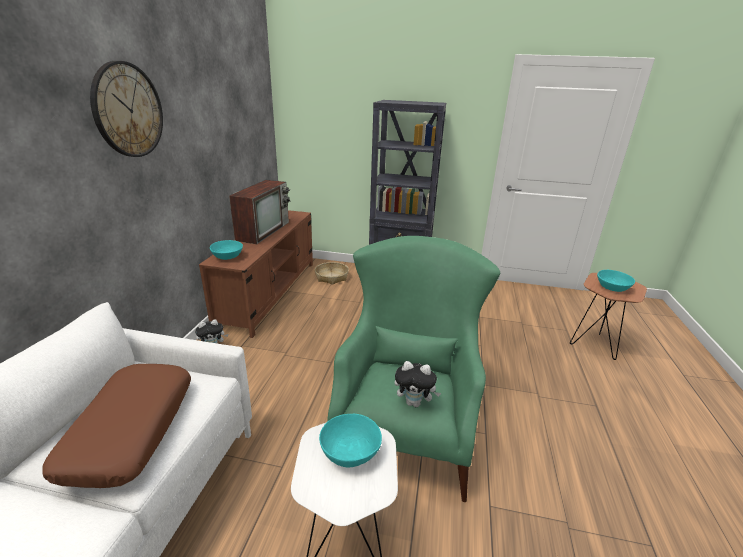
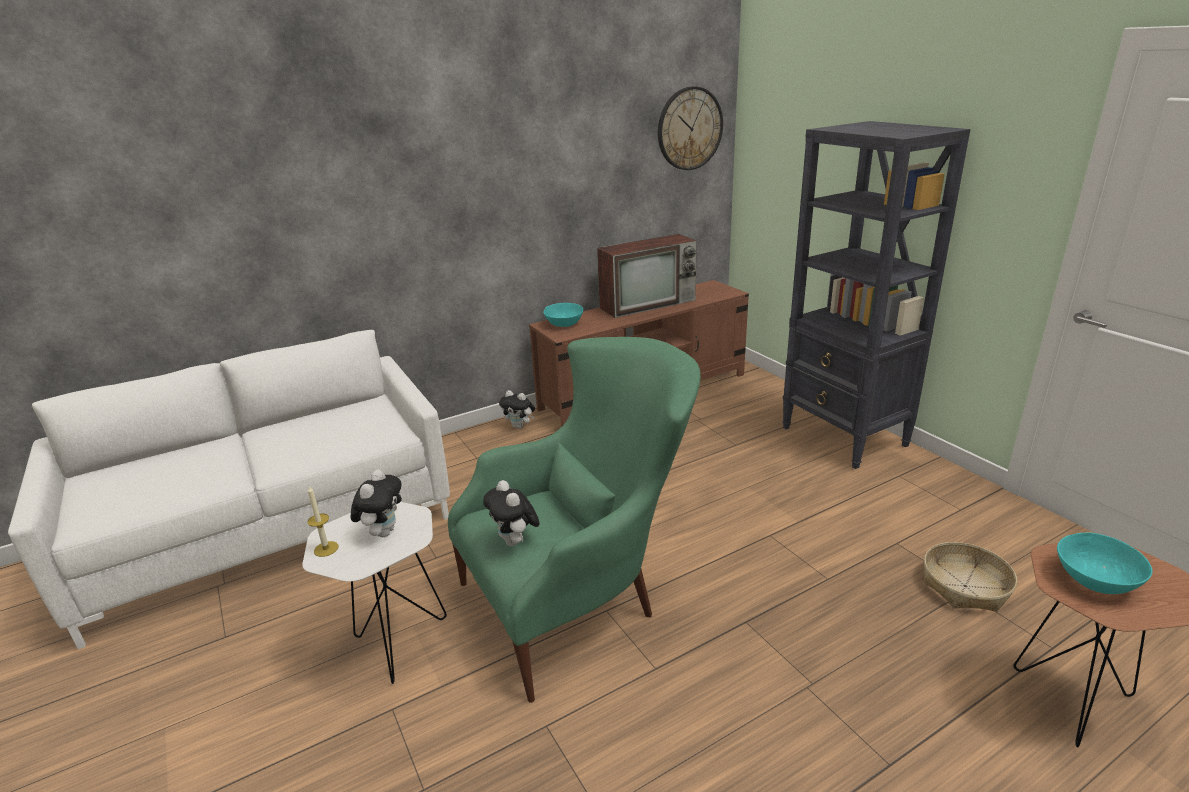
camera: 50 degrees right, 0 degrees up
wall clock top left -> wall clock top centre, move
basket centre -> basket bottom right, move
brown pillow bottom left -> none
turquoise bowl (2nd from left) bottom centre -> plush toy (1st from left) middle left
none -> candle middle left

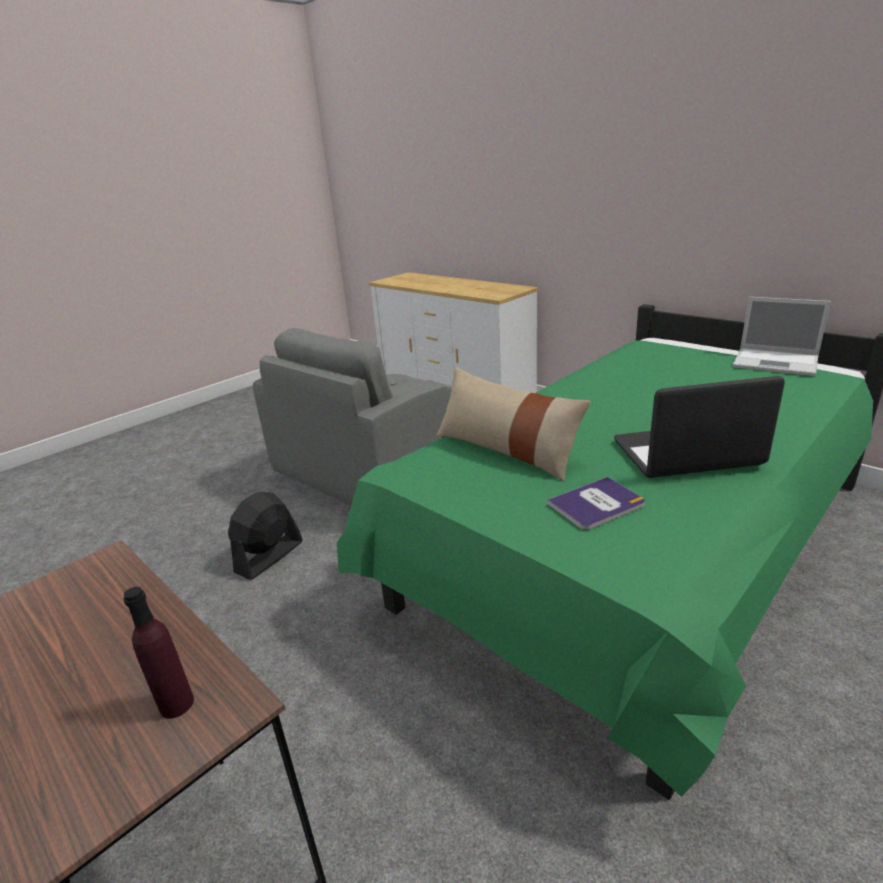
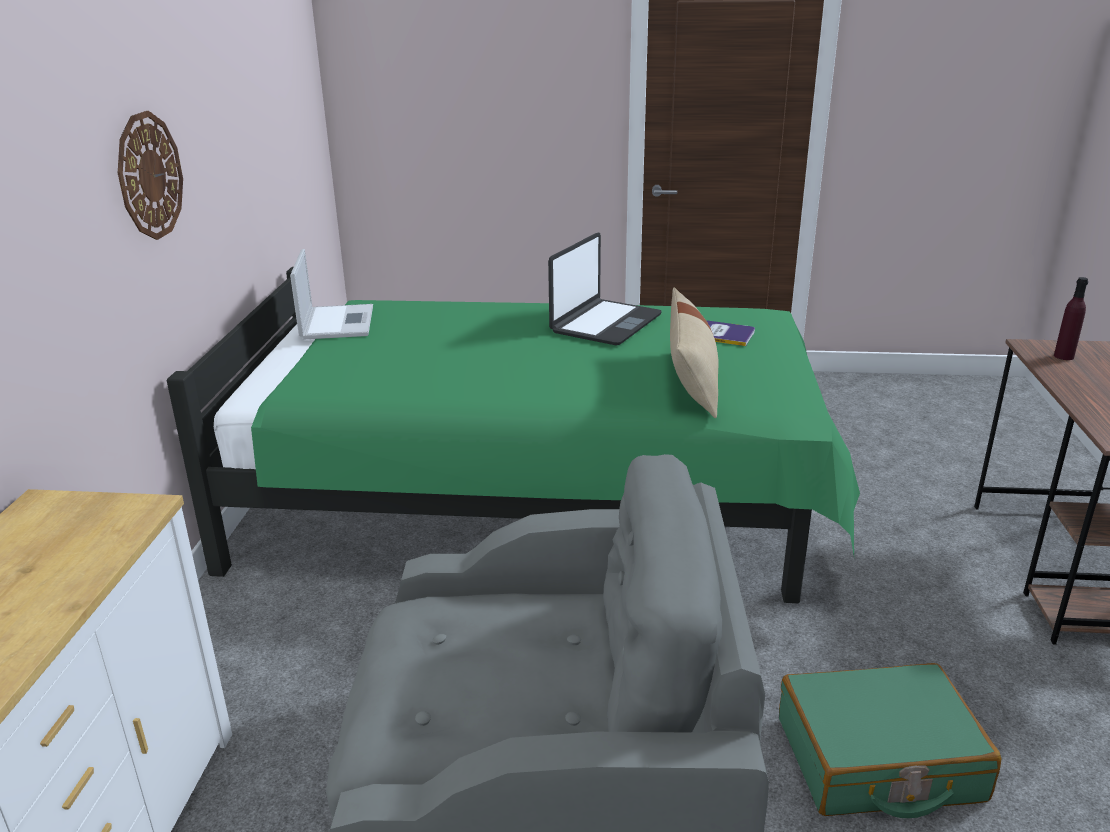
camera: 130 degrees left, 0 degrees up
laptop (1st from left in the first image) middle right -> laptop (2nd from left) centre, 105 degrees counterclockwise
black fan middle left -> green suitcase bottom right
none -> wall clock top left

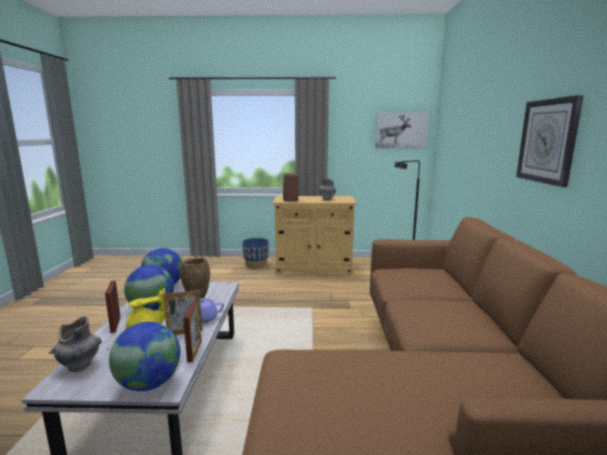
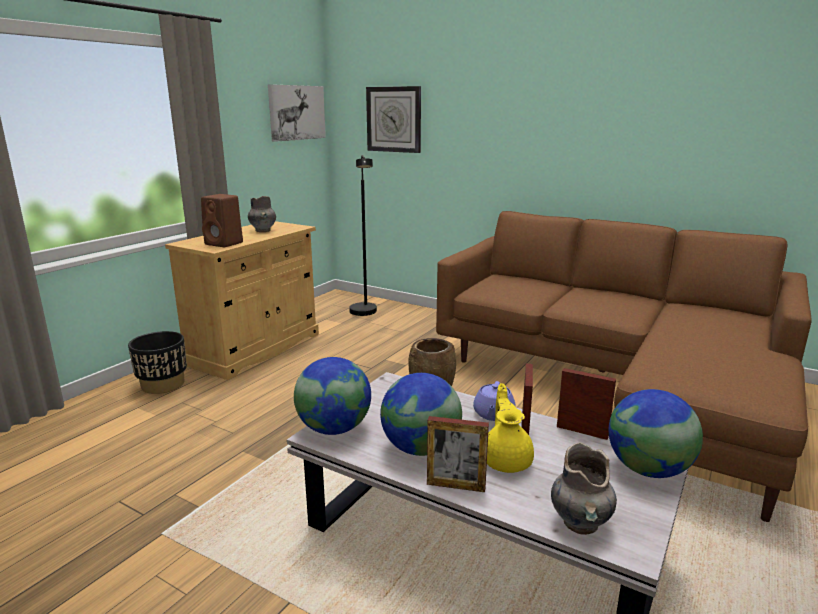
camera: 60 degrees left, 5 degrees up
wall clock top right -> wall clock top centre, move
blue planter centre -> black planter middle left

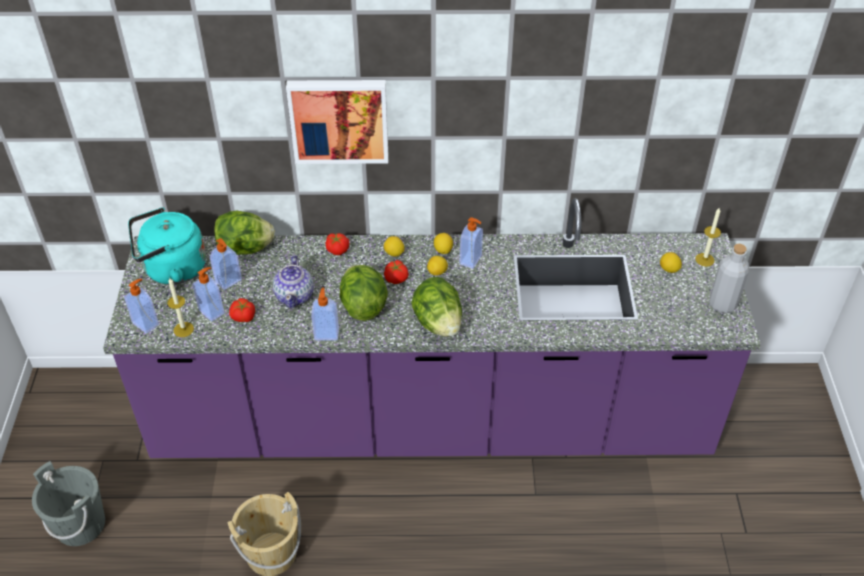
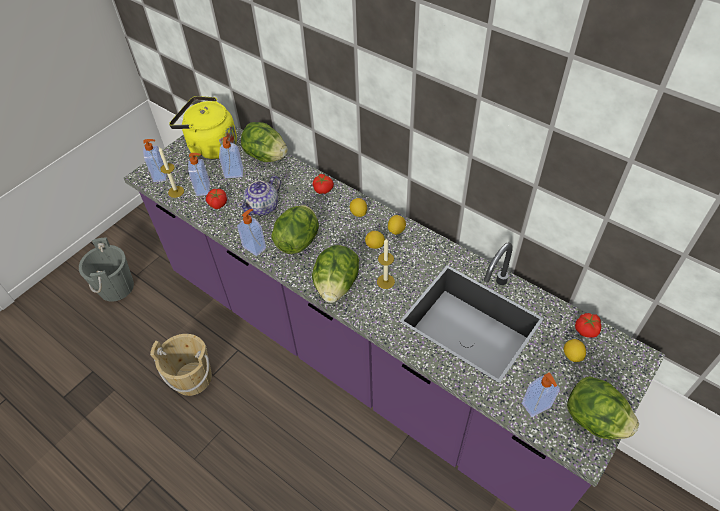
camera: 40 degrees right, 5 degrees up
picture top centre -> none
turquoise kettle middle left -> yellow kettle top left
candle (2nd from left) middle right -> candle (2nd from left) centre, move
soap dispenser (5th from left) centre -> soap dispenser (5th from left) bottom right, move
grey bottle middle right -> lettuce (4th from left) bottom right
tomato (3rd from left) centre -> tomato (3rd from left) middle right, move

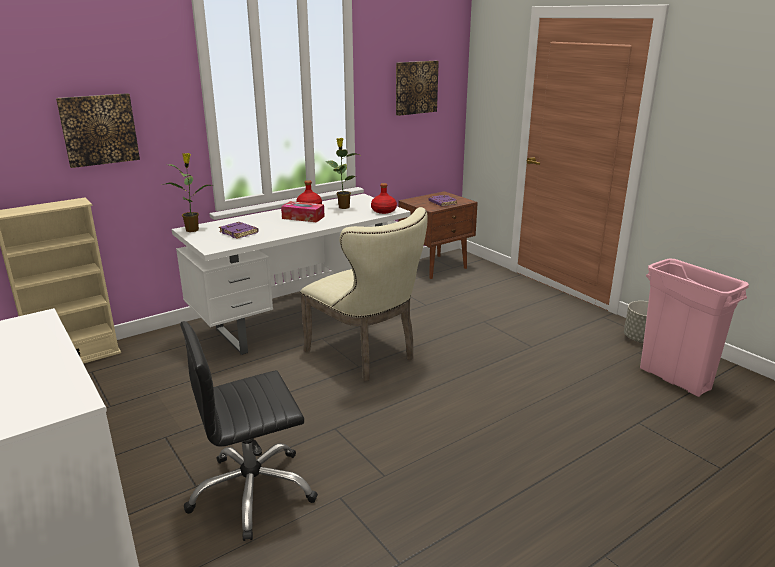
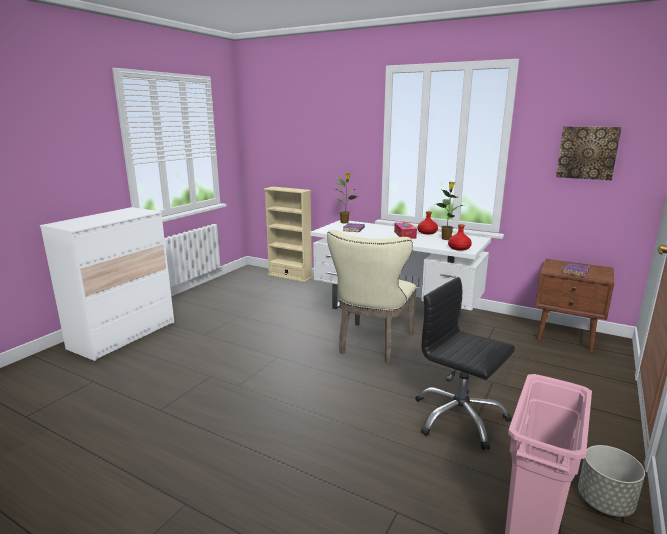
camera: 65 degrees right, 5 degrees down
picture (1st from left) top left -> none
black office chair bottom left -> black office chair bottom right, move

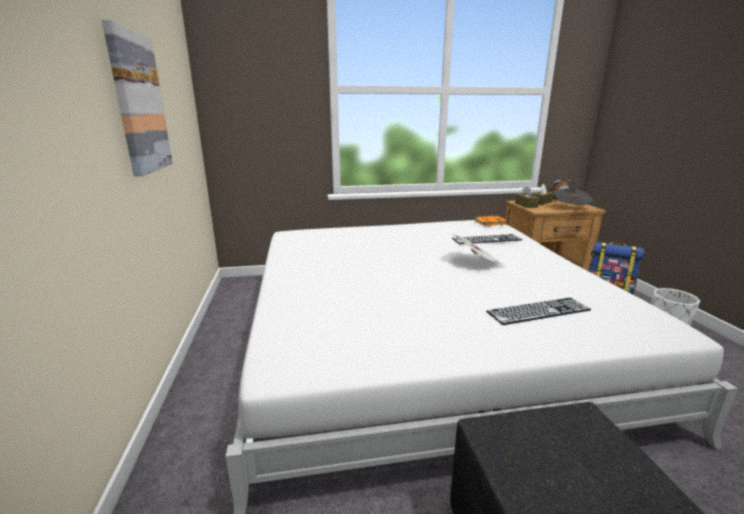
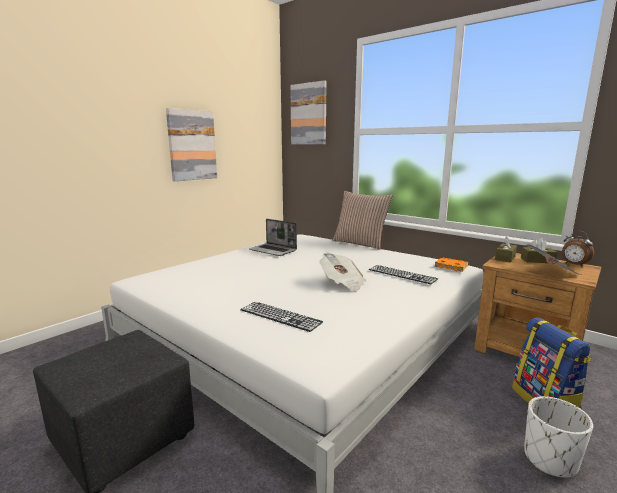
camera: 50 degrees right, 5 degrees down
none -> picture (2nd from left) top centre
none -> pillow centre
none -> laptop centre

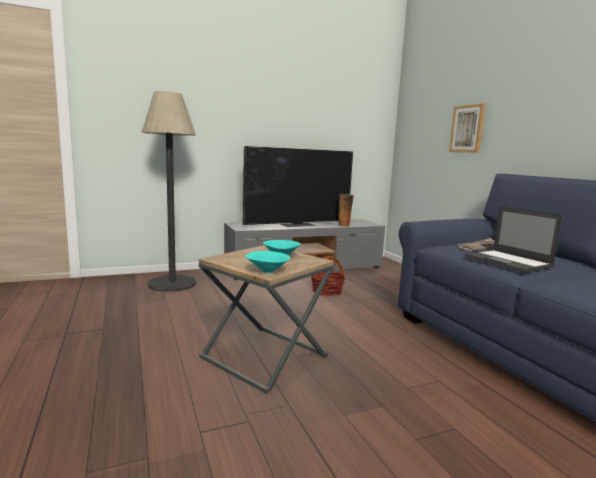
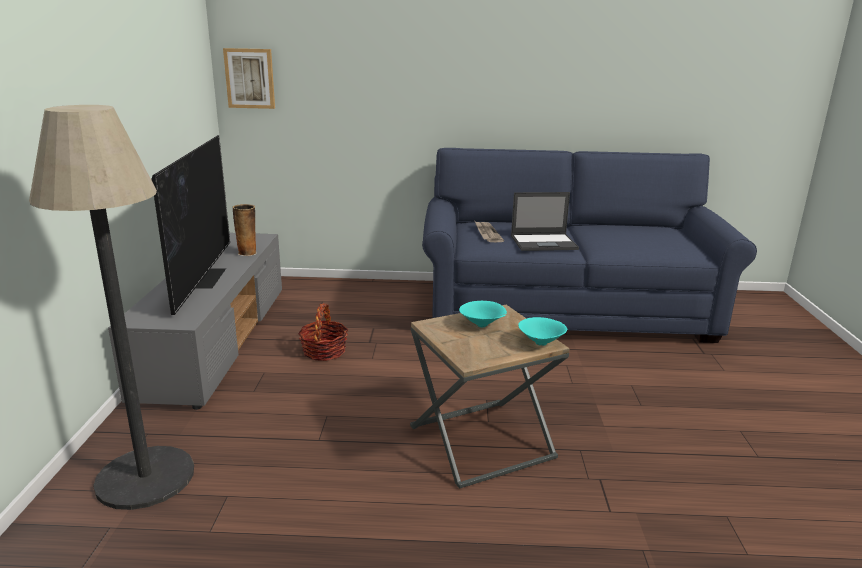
camera: 65 degrees left, 10 degrees up
picture top right -> picture top left, move

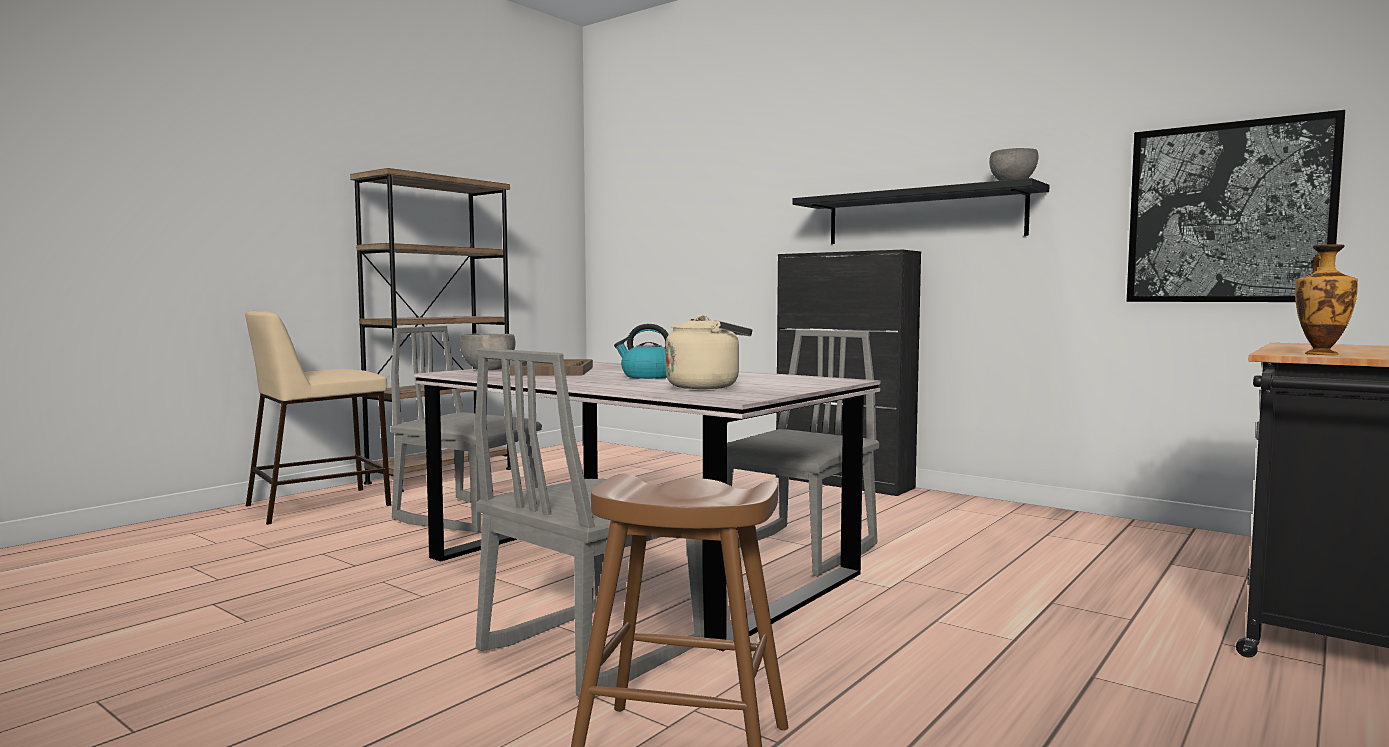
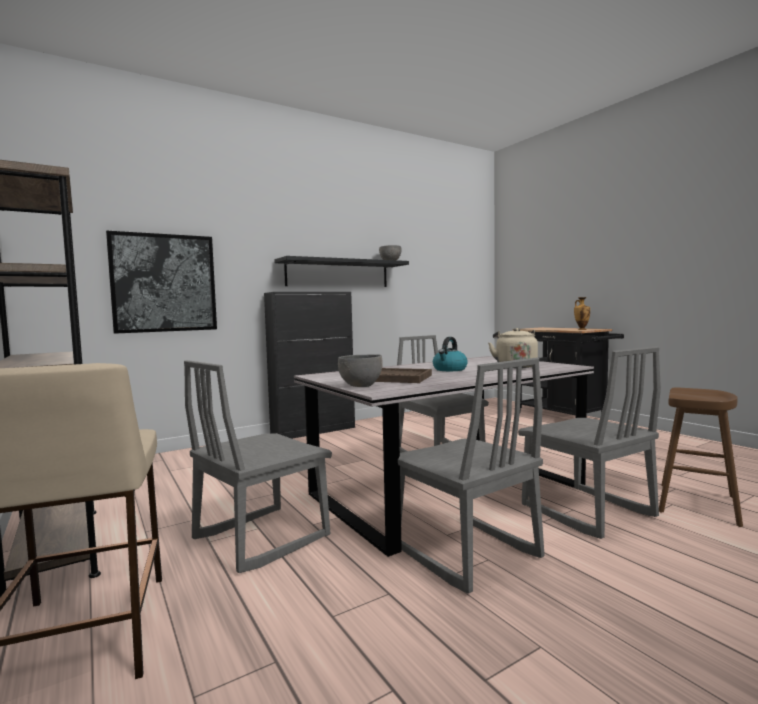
camera: 70 degrees left, 0 degrees up
picture top right -> picture middle left, move
none -> grey chair (3rd from left) bottom centre

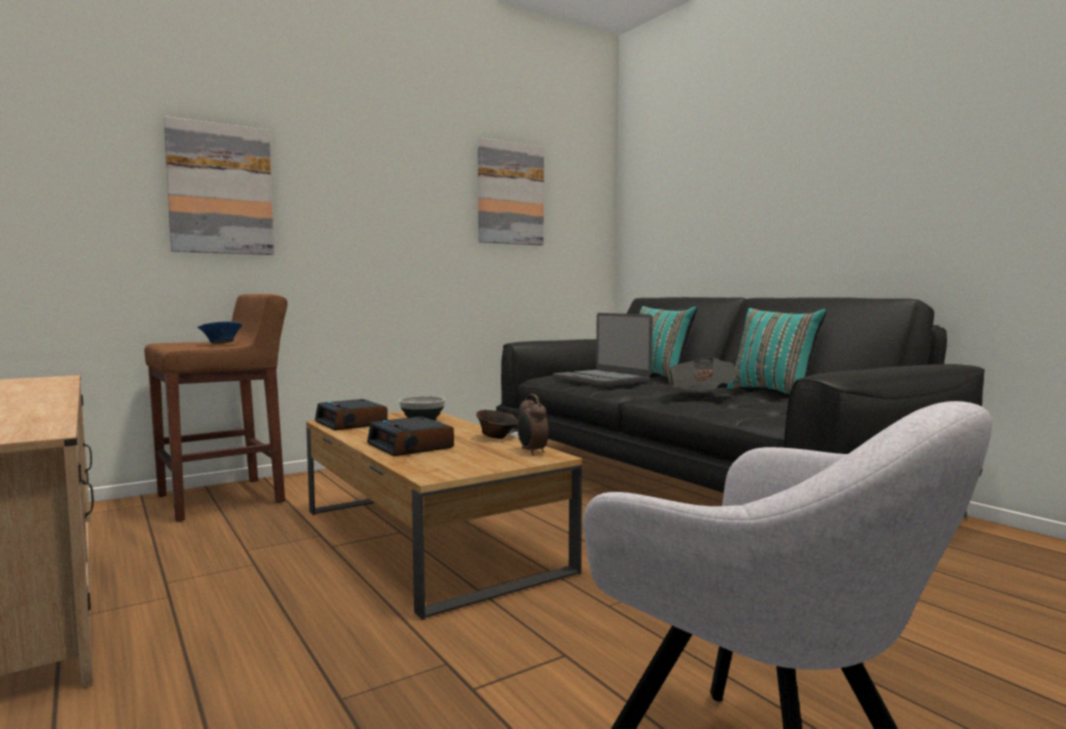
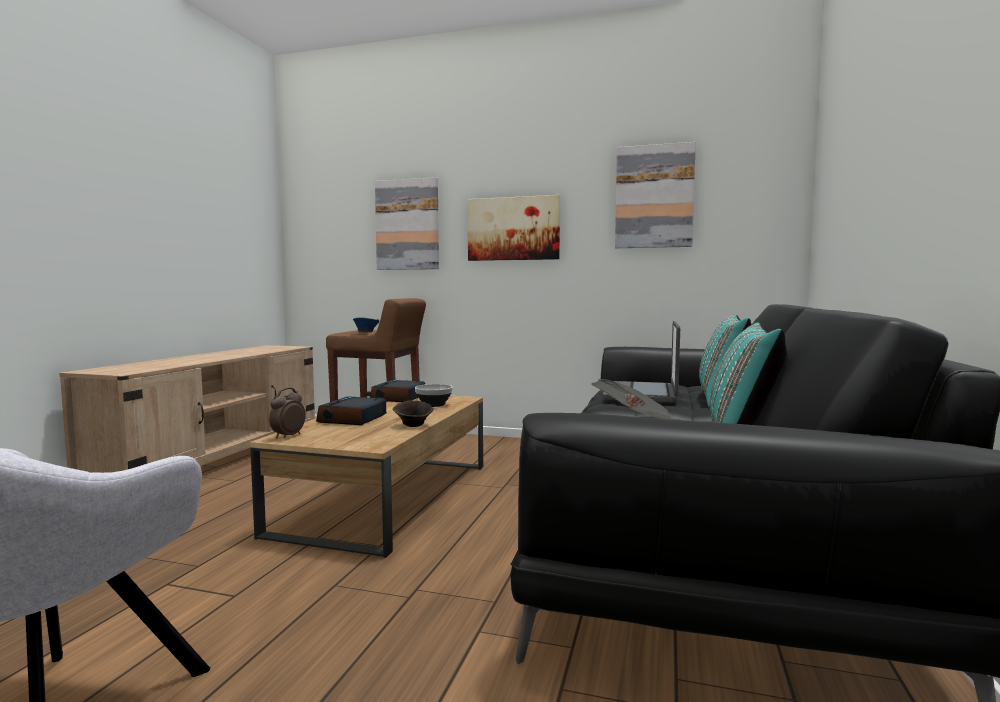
camera: 50 degrees right, 0 degrees up
alarm clock (3rd from left in the first image) centre -> alarm clock (1st from left) middle left, move
none -> picture (2nd from left) top centre

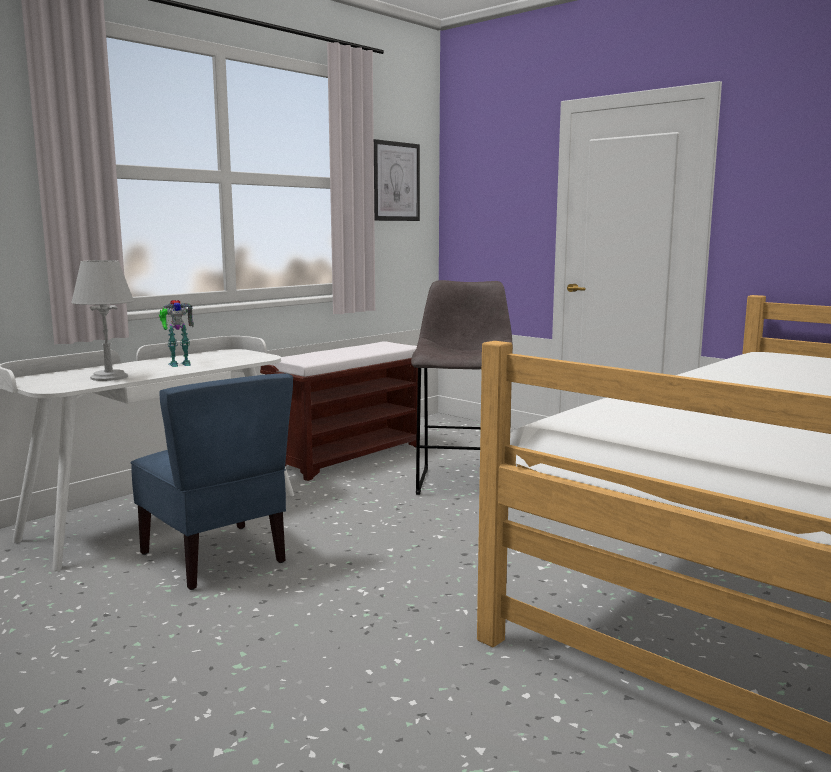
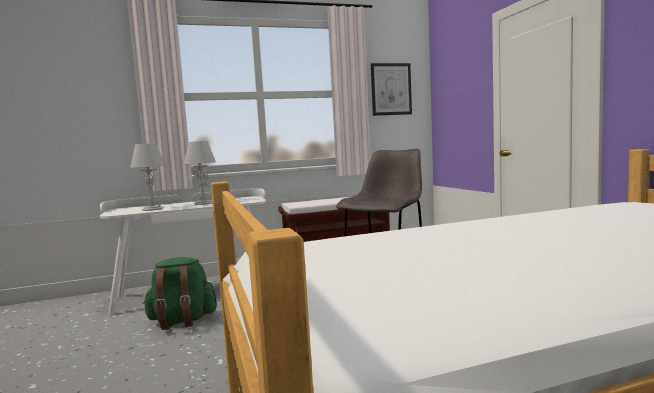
camera: 30 degrees right, 5 degrees down
toy robot middle left -> grey table lamp (2nd from left) middle left
blue chair middle left -> green backpack bottom left

